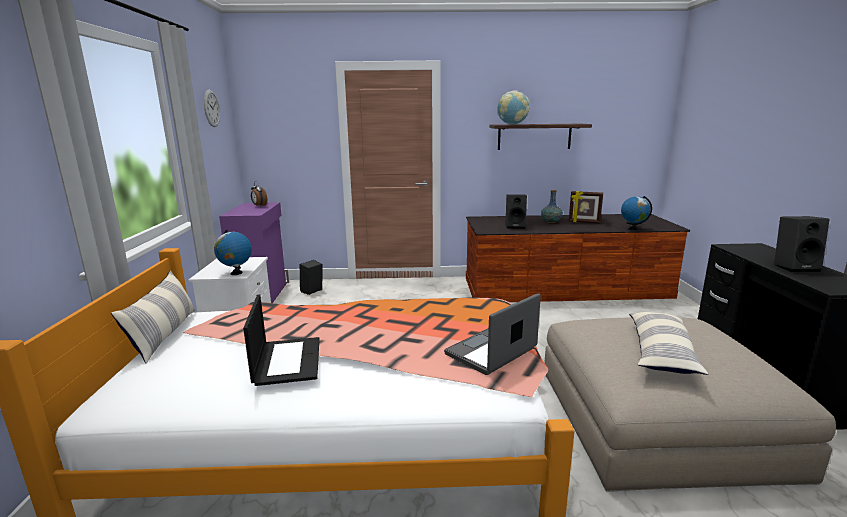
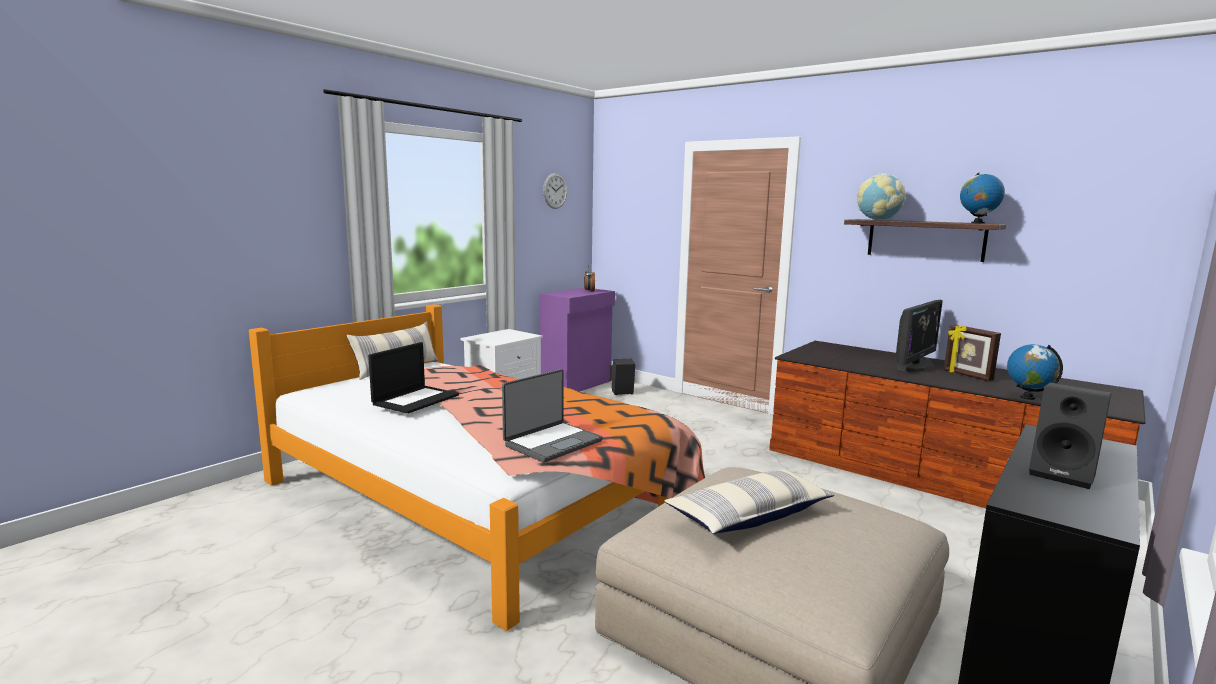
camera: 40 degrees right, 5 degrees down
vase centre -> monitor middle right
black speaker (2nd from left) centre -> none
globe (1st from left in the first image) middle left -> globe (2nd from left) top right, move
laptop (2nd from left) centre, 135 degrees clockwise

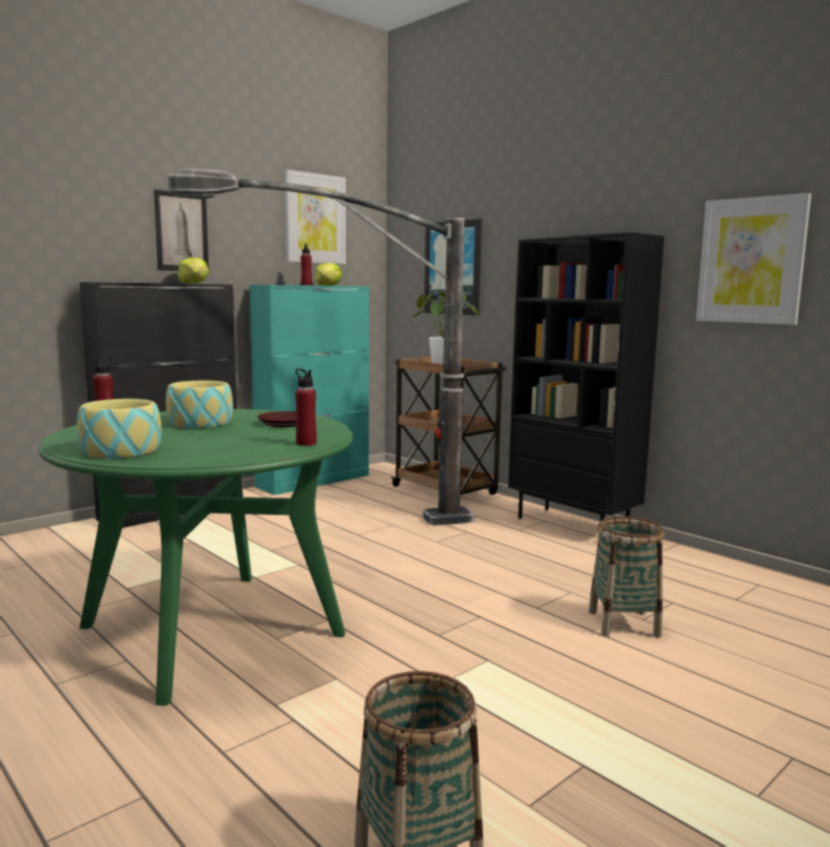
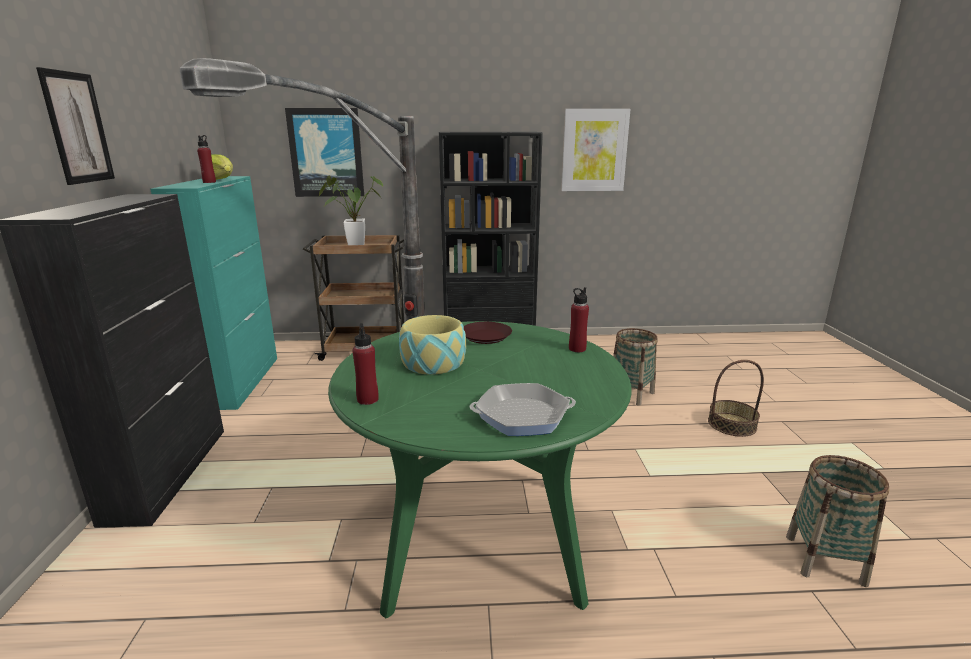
camera: 50 degrees left, 10 degrees up
picture (2nd from left) top centre -> none
lettuce (1st from left) top left -> none
bowl (1st from left) middle left -> frying pan centre
none -> basket (2nd from left) middle right

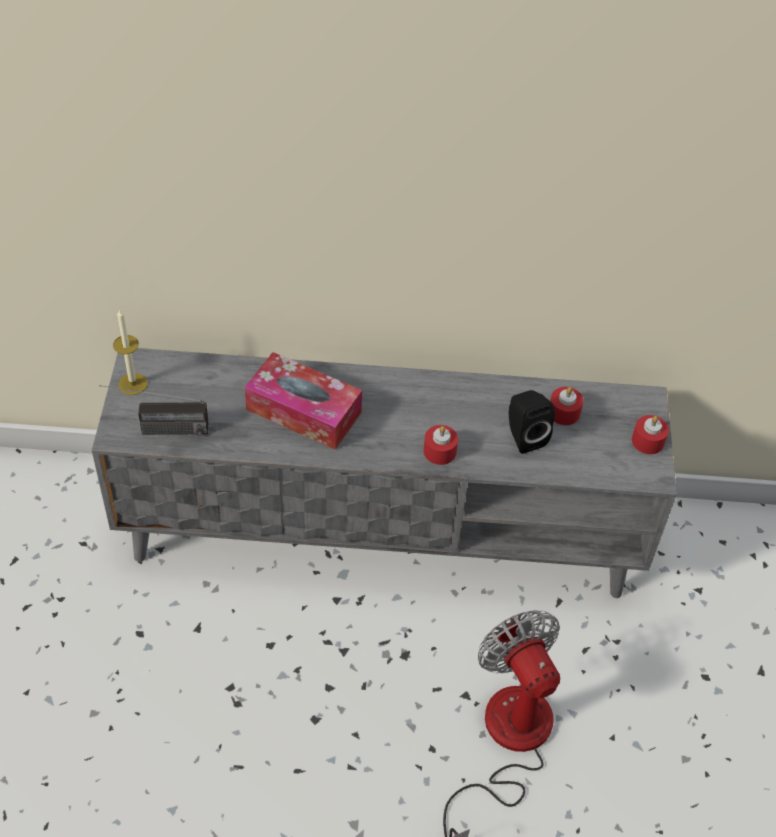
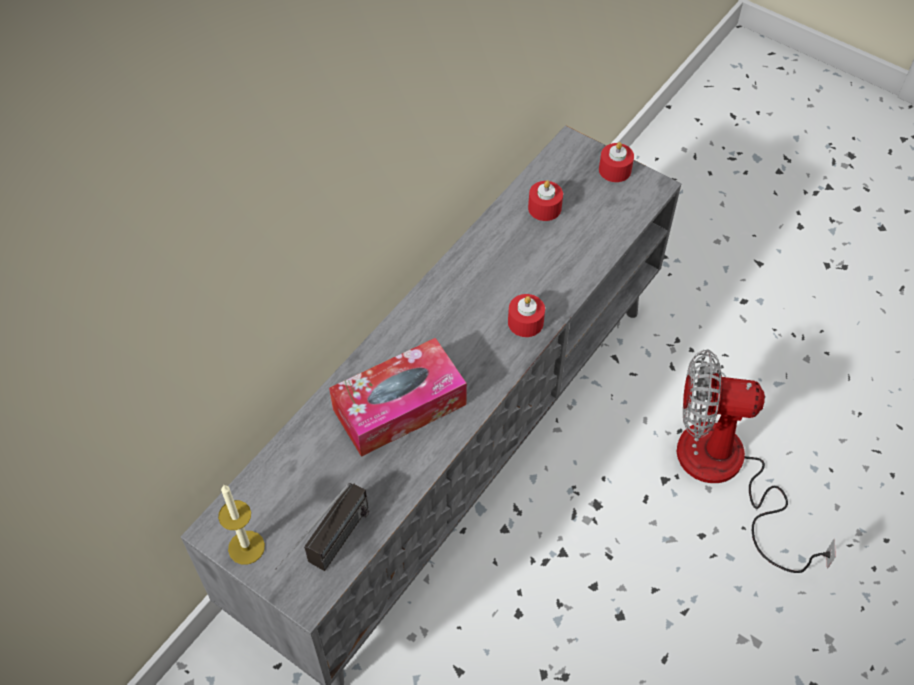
camera: 55 degrees left, 5 degrees up
black speaker middle right -> none

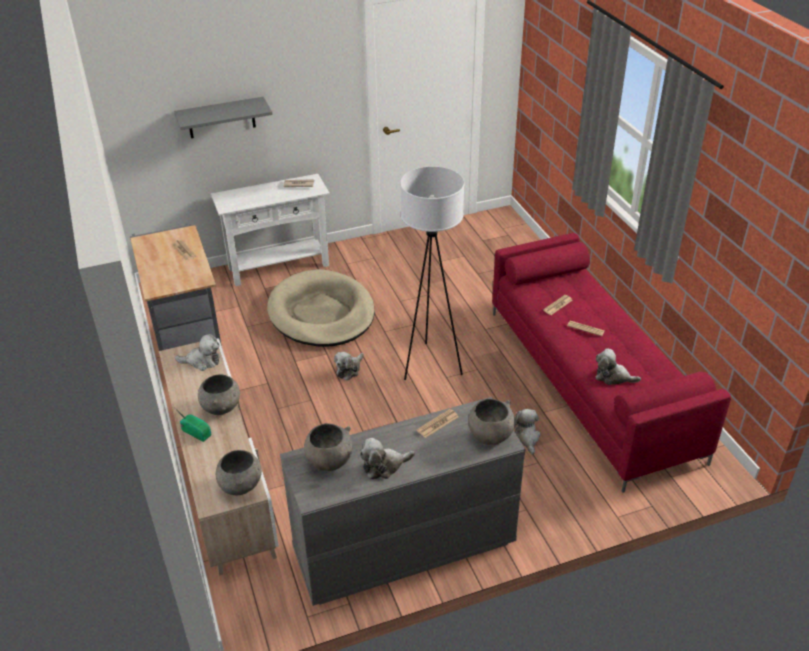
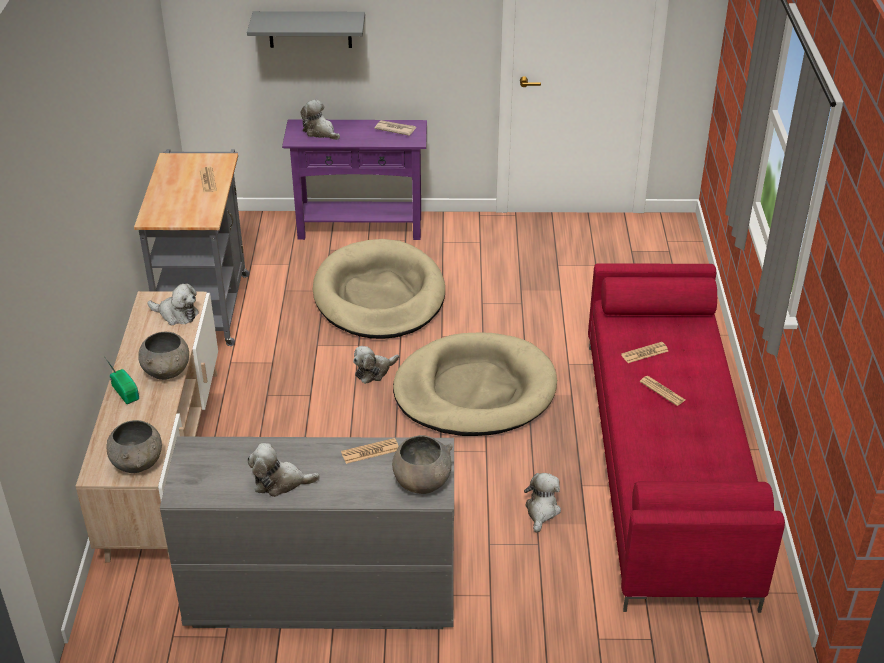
camera: 20 degrees right, 0 degrees up
white floor lamp centre -> beige dog bed (2nd from left) centre
white console table centre -> purple console table top centre
plush toy (5th from left in the first image) middle right -> plush toy (3rd from left) top centre, move
grey bowl (3rd from left) bottom centre -> none

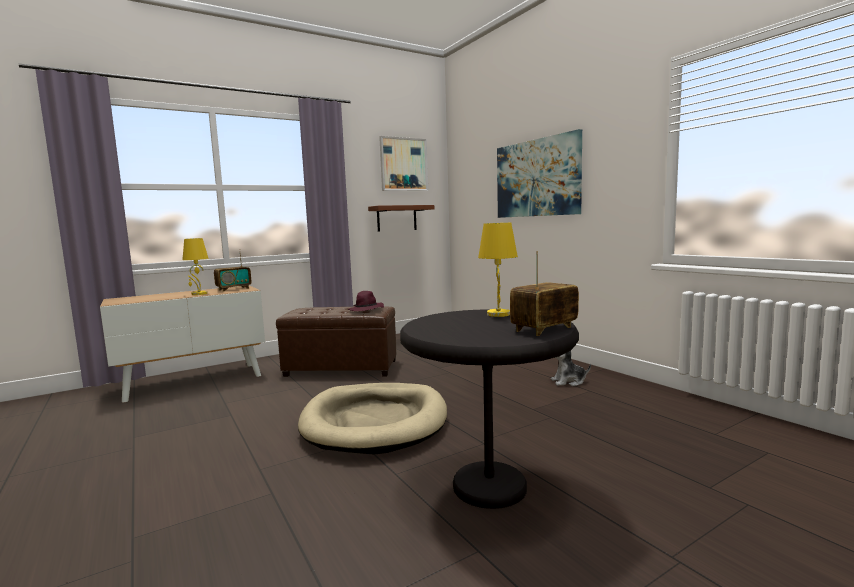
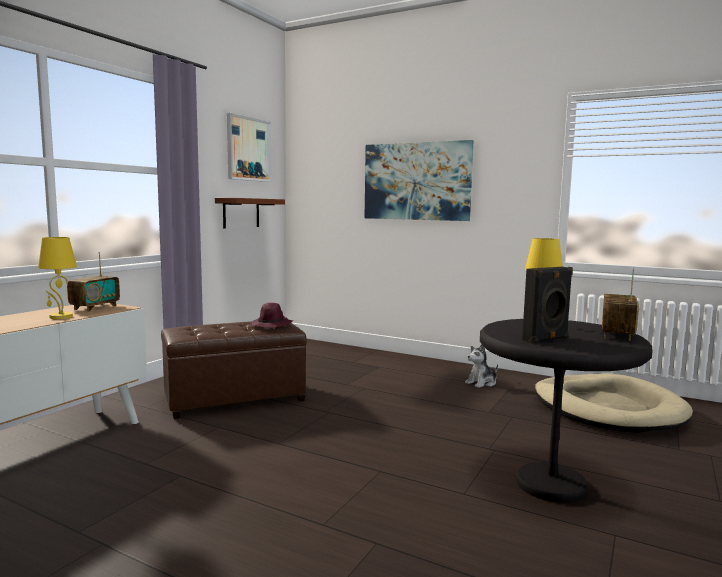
camera: 30 degrees left, 0 degrees up
beige dog bed bottom centre -> beige dog bed bottom right, move
none -> black speaker middle right

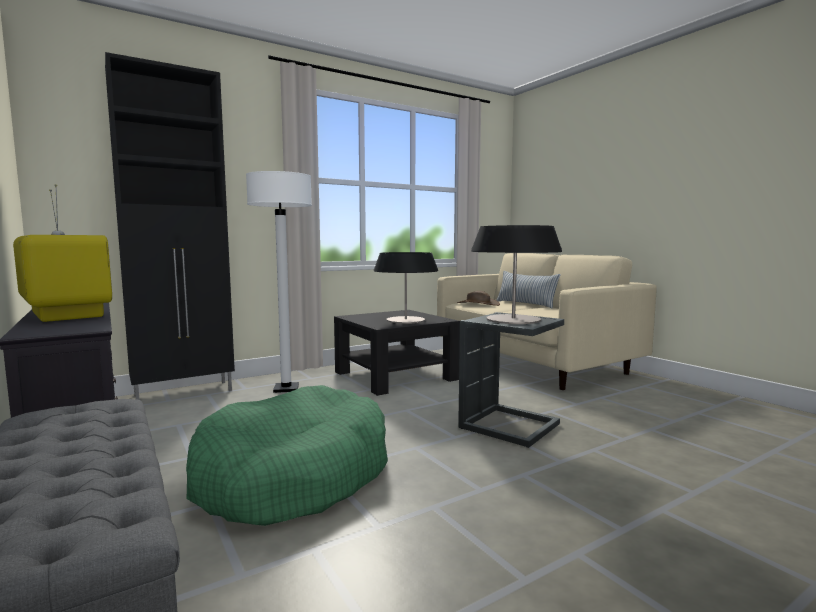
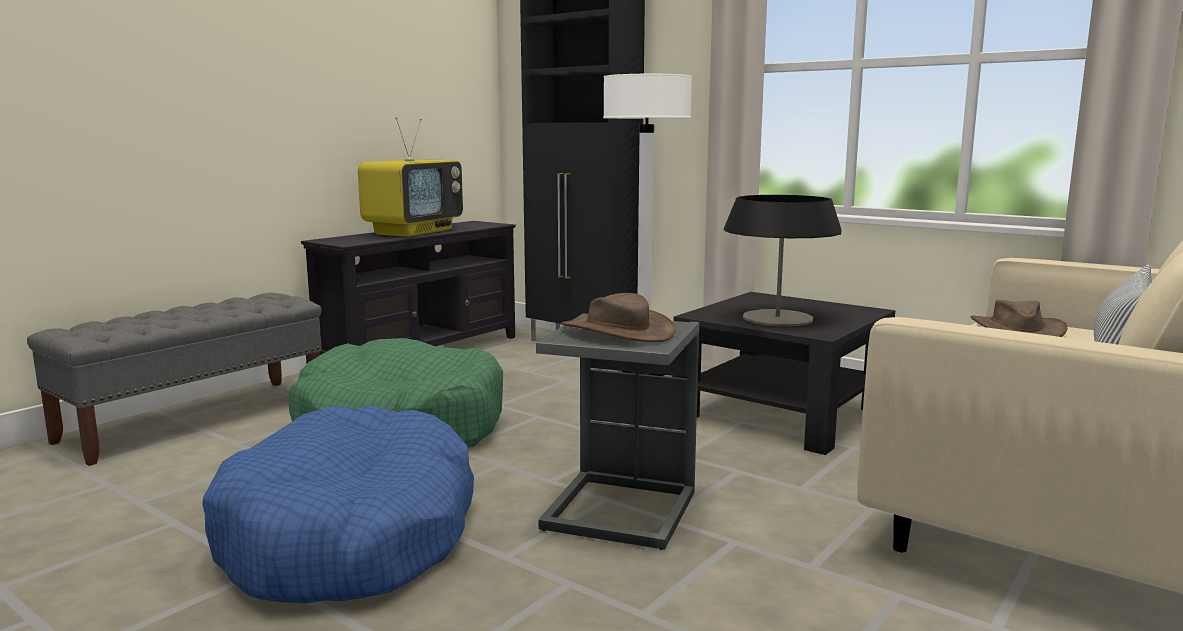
camera: 70 degrees right, 5 degrees up
table lamp (2nd from left) centre -> brown hat (1st from left) centre
none -> blue dog bed bottom left

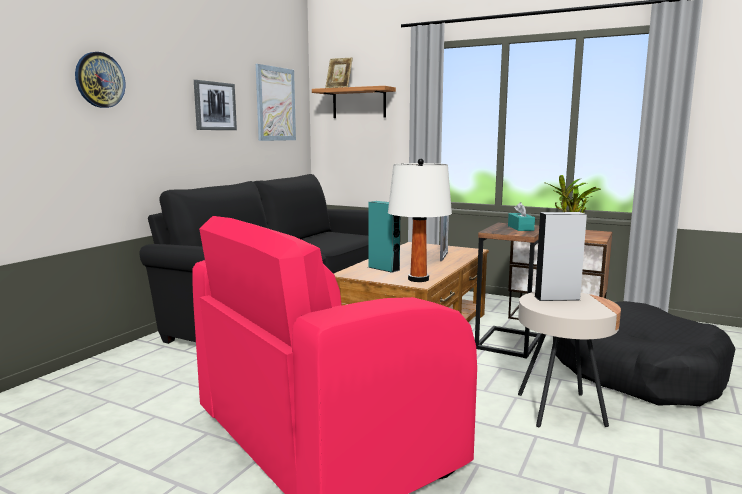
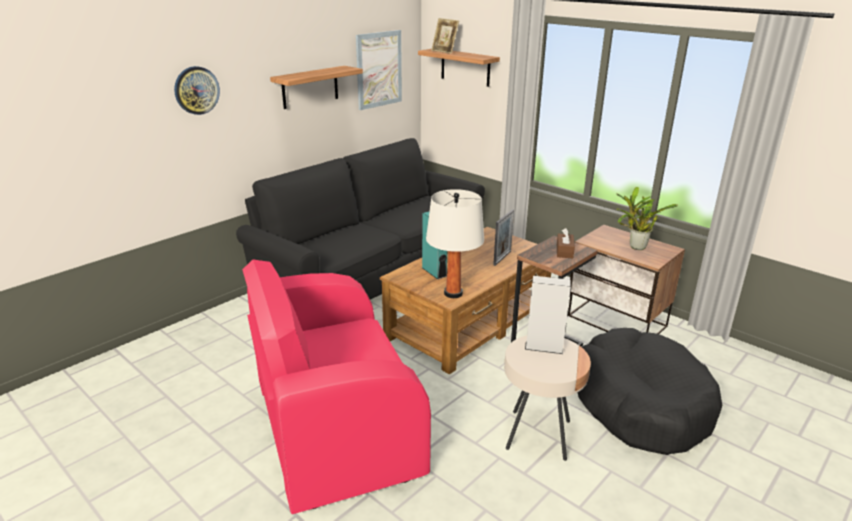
camera: 15 degrees right, 15 degrees up
picture (1st from left) top left -> shelf (1st from left) top centre
turquoise tissue box middle right -> brown tissue box centre

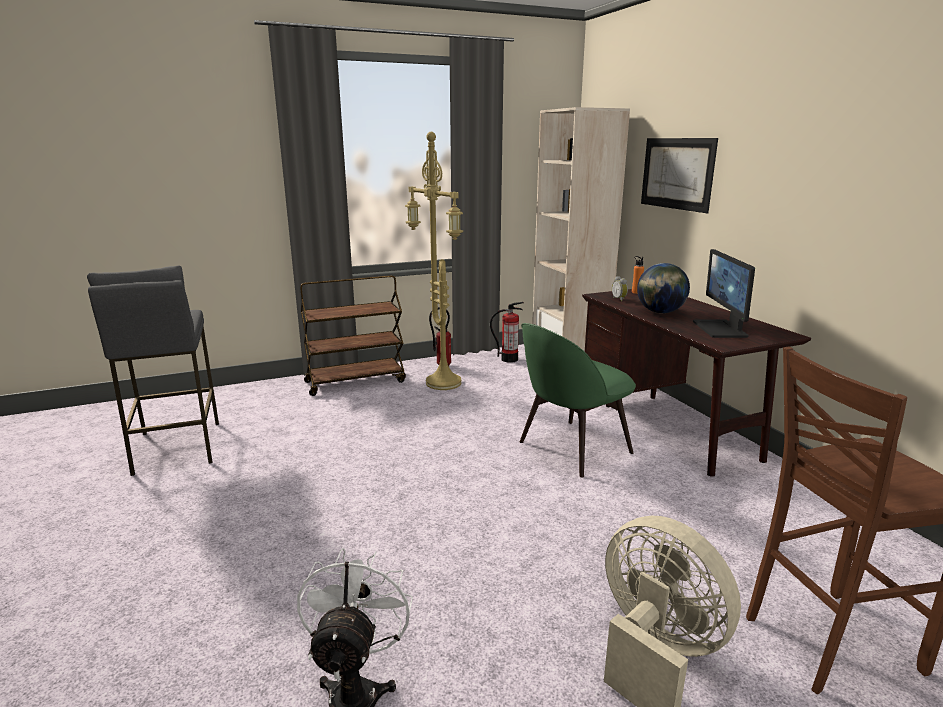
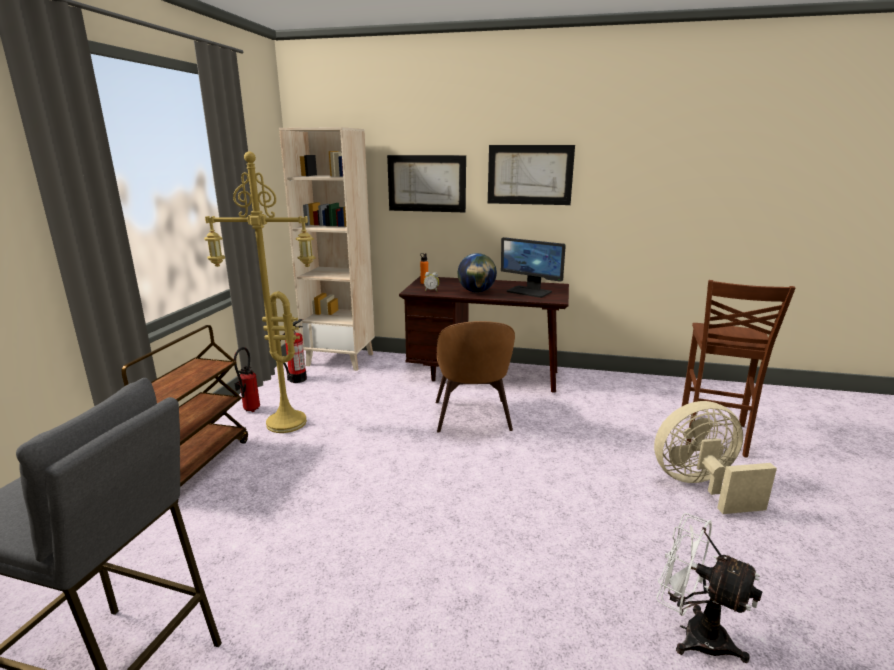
camera: 55 degrees left, 0 degrees up
green chair centre -> brown chair centre
none -> picture (2nd from left) top centre

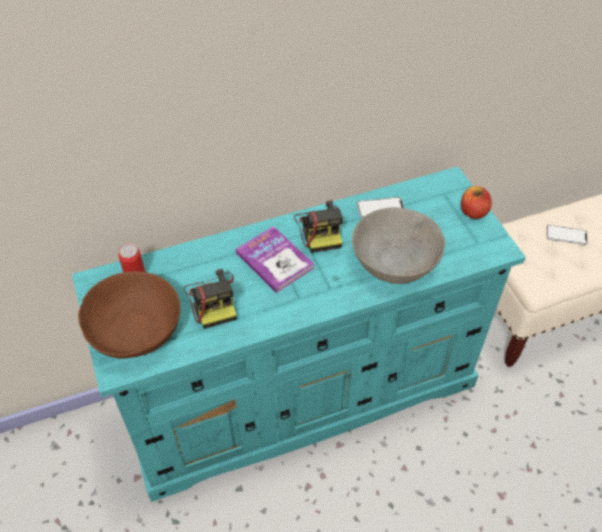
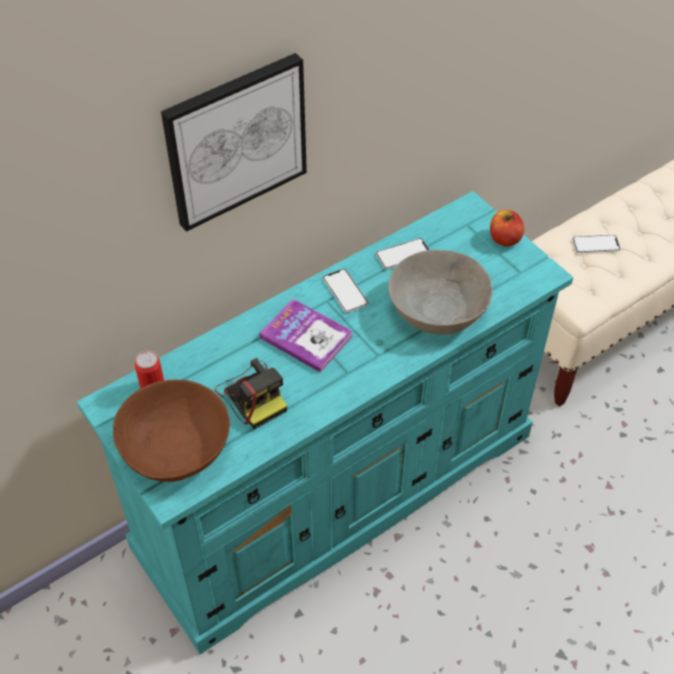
camera: 15 degrees left, 0 degrees up
photo camera (2nd from left) centre -> phone (1st from left) centre
none -> picture top centre

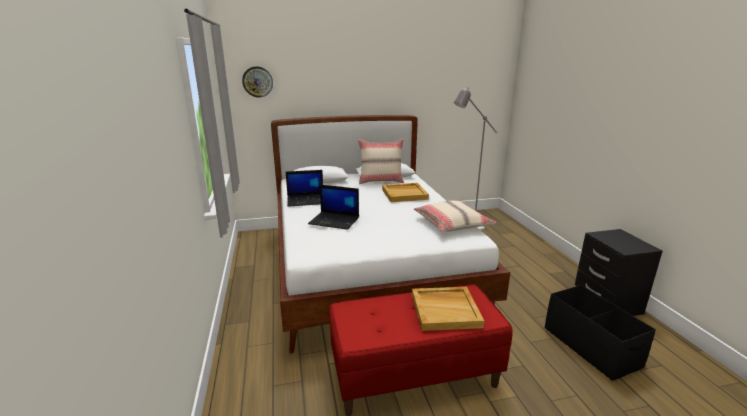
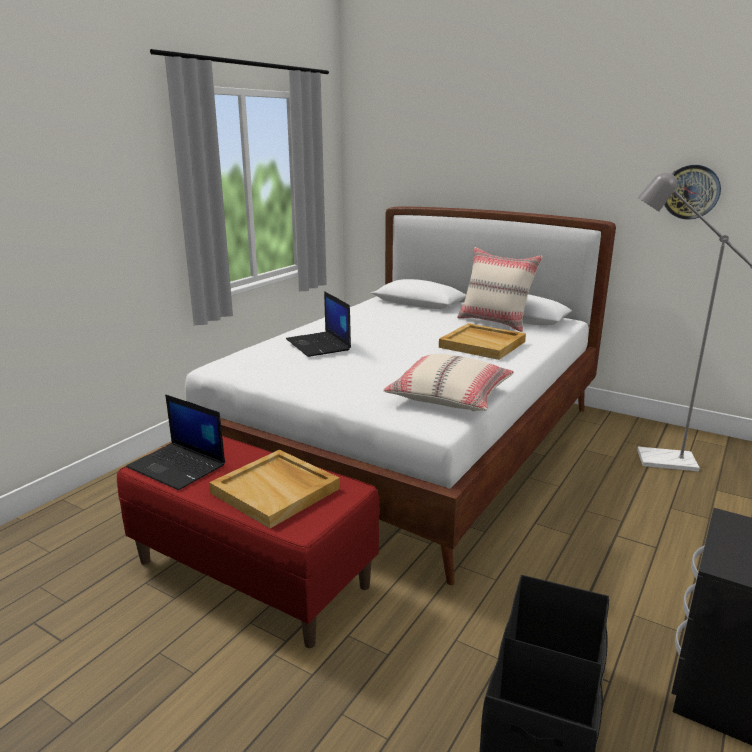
camera: 45 degrees right, 0 degrees up
wall clock top centre -> wall clock top right, move
laptop (1st from left) centre -> laptop (1st from left) middle left, move

